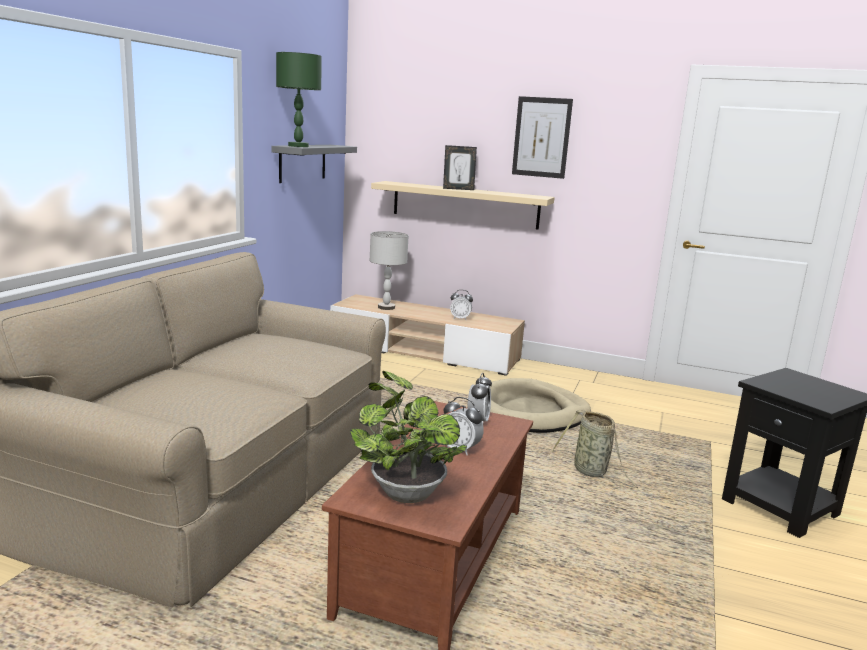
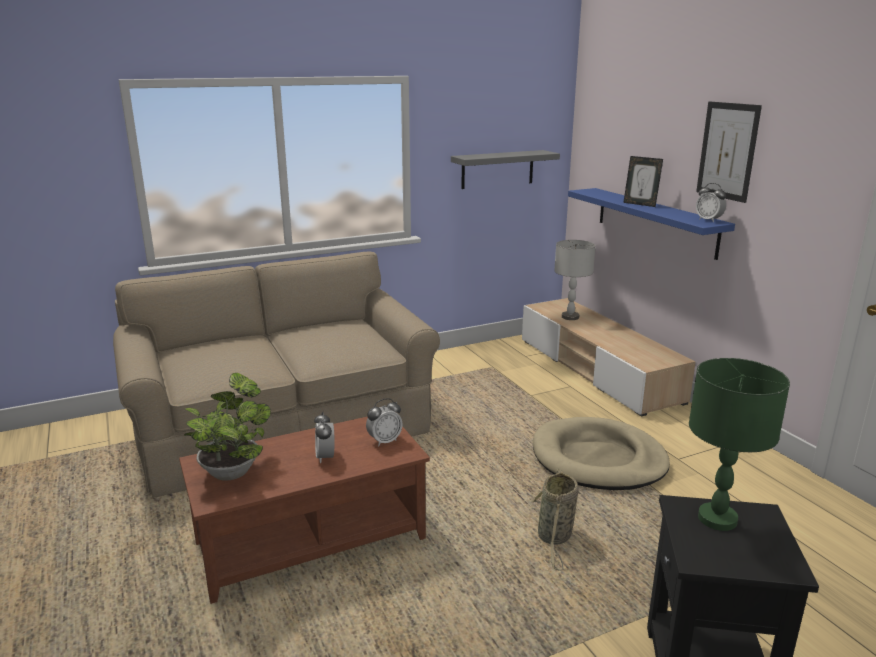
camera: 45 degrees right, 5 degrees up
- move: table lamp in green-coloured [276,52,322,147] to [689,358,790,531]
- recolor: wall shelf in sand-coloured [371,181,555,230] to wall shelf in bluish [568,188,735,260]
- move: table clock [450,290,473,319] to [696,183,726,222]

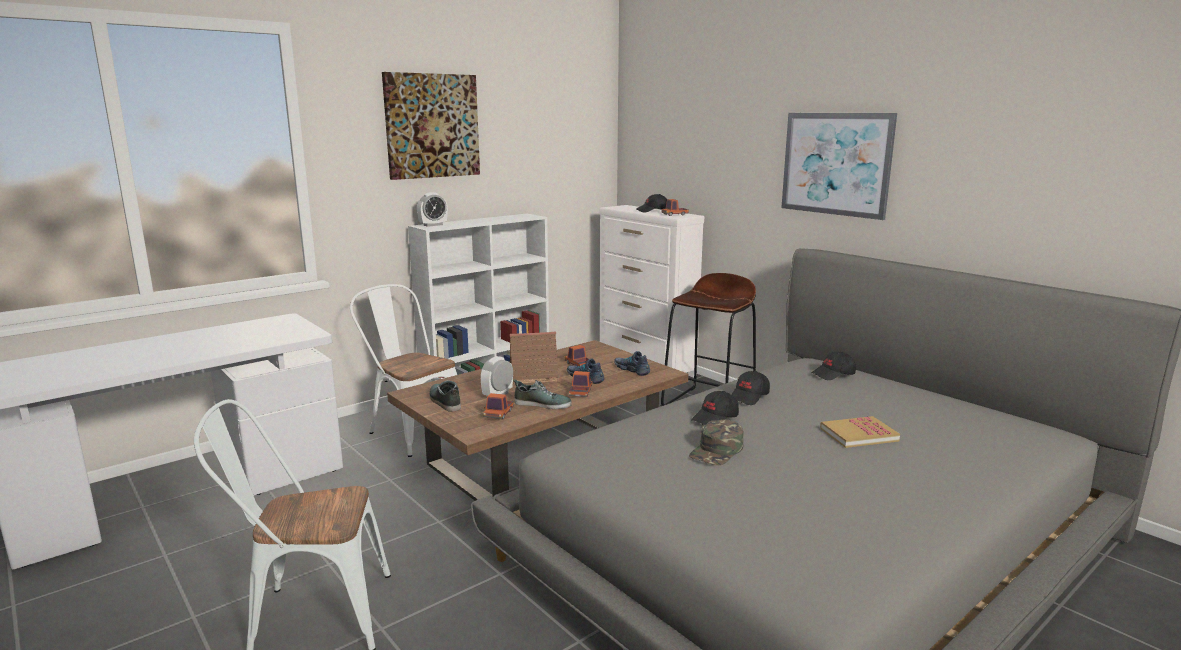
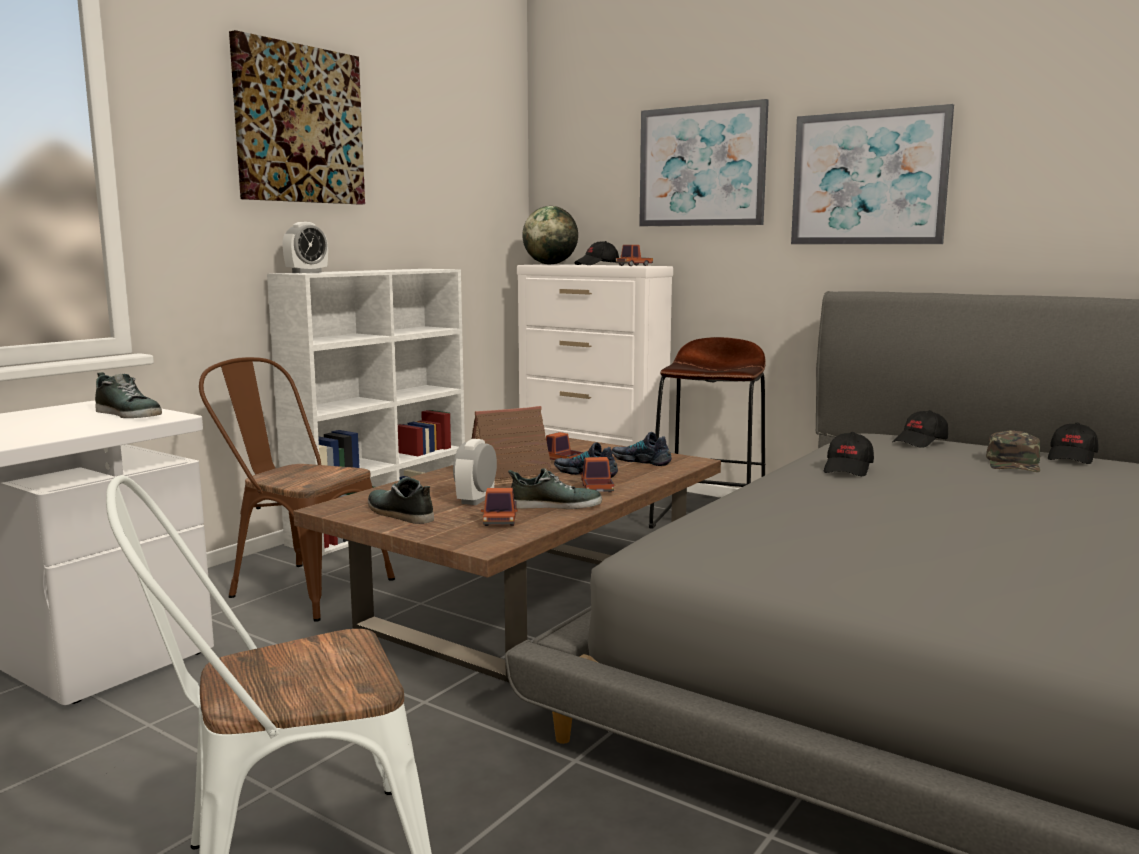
camera: 15 degrees left, 5 degrees down
- recolor: plain chair in white-coloured [350,284,457,457] to plain chair in brownish [199,357,395,622]
- move: baseball cap in green-coloured [689,419,744,465] to [986,430,1040,472]
- move: baseball cap in black [691,391,739,425] to [1048,423,1099,464]
- delete: bound book [820,416,900,448]
- insert: shoe [95,372,162,418]
- insert: globe [522,206,578,264]
- insert: wall art [639,99,769,226]

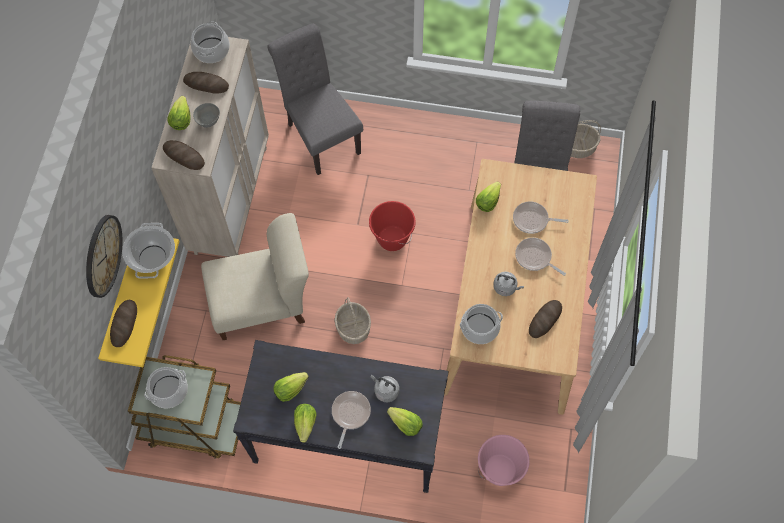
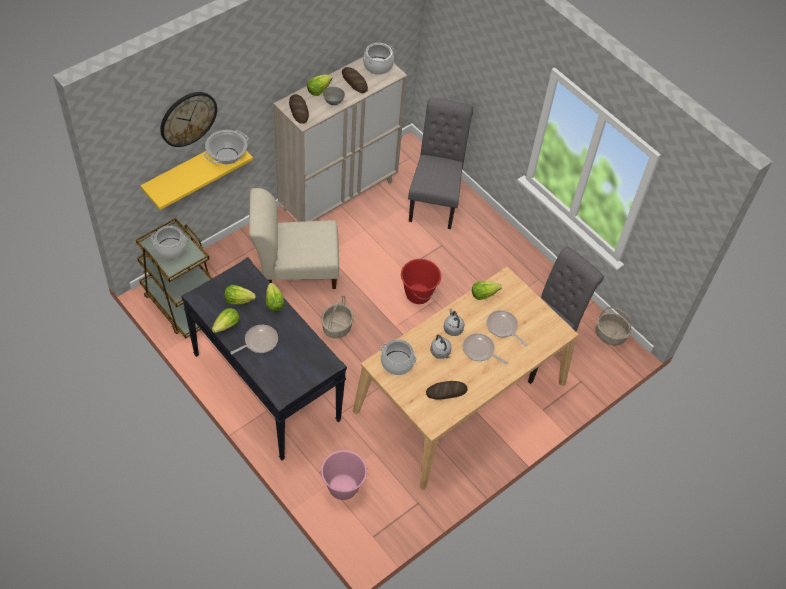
camera: 35 degrees right, 10 degrees down
- delete: bakery bread [110,300,137,347]
- rotate: plain chair in sand-coloured [201,213,309,340] = [249,188,339,289] 150 degrees clockwise
- move: tea kettle in gray [371,375,399,402] to [444,309,464,336]
- move: head of lettuce [387,407,423,436] to [266,283,285,311]
- rotate: pan [515,238,566,276] = [463,333,508,364] 45 degrees counterclockwise

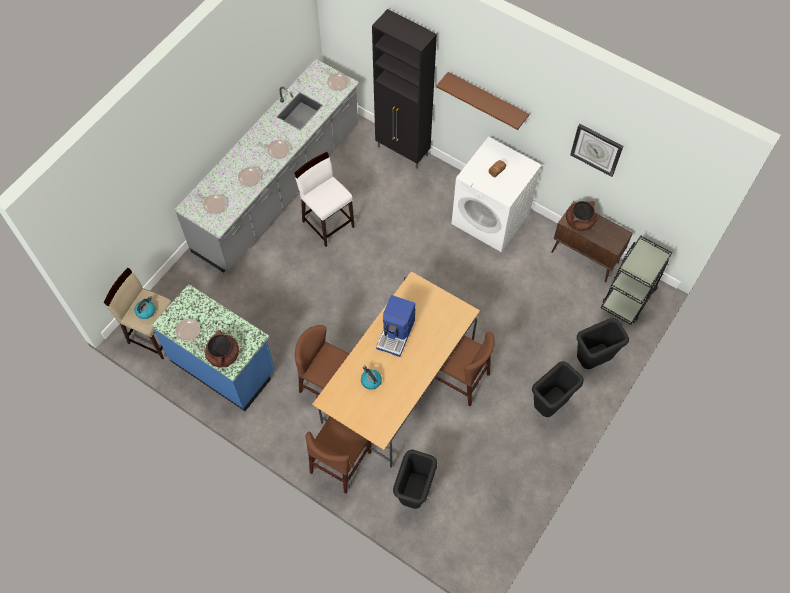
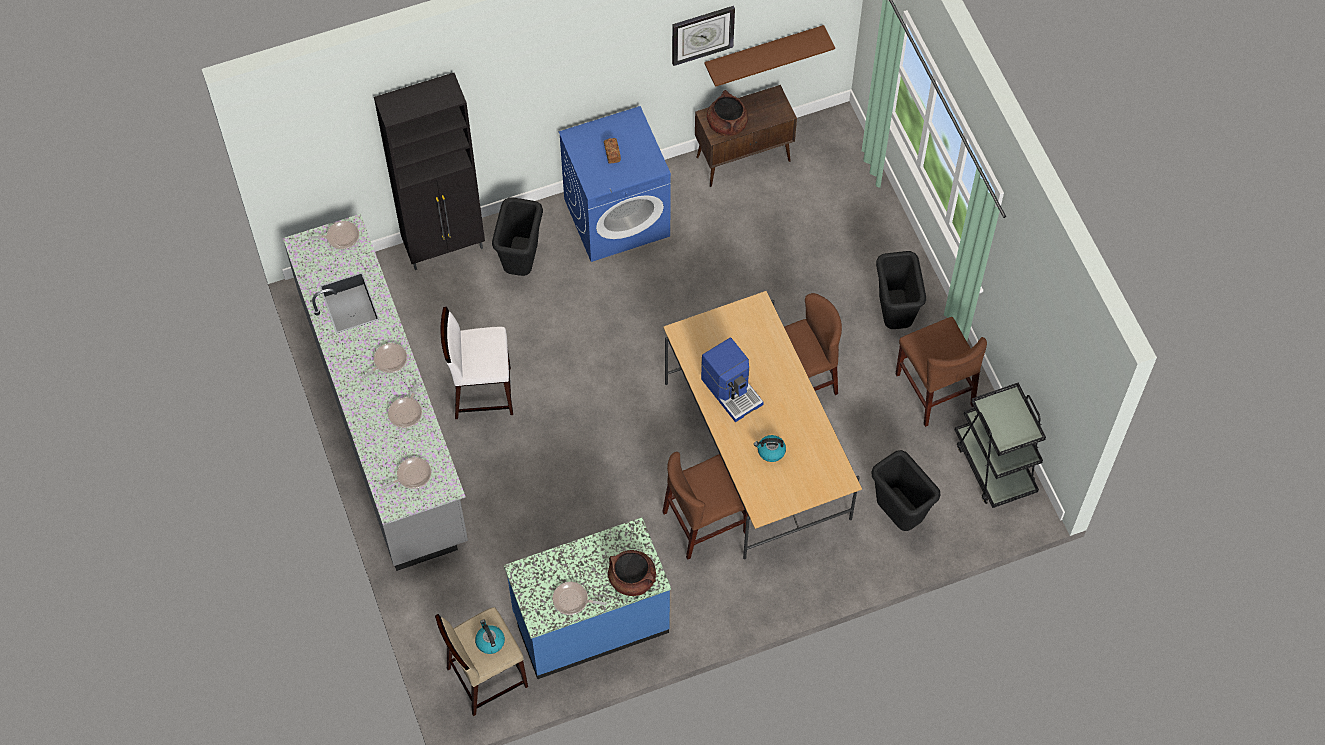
camera: 55 degrees left, 0 degrees up
- move: plain chair in brownish [306,416,371,494] to [896,317,987,427]
- move: wall shelf in brownish [436,72,529,130] to [704,25,835,87]
- recolor: laundry machine in white-coloured [452,137,541,252] to laundry machine in bluish [559,106,671,262]
- move: trash can in black [577,318,629,369] to [492,197,543,276]
- move: cart in black [601,235,673,325] to [955,383,1046,508]

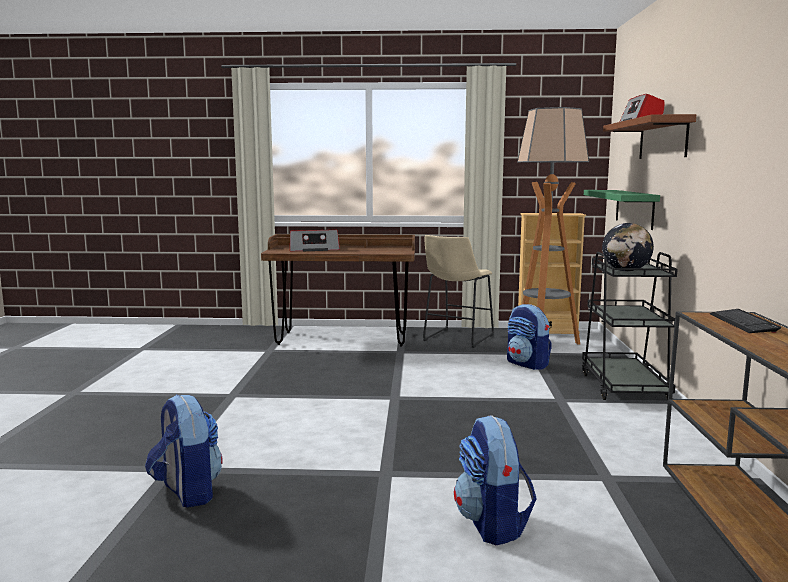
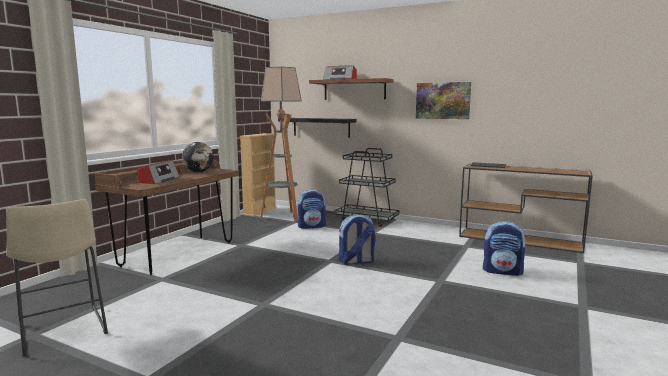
camera: 65 degrees left, 0 degrees up
- move: backpack [145,394,222,508] to [339,214,375,265]
- move: stool seat in sand-coloured [423,235,494,348] to [6,199,108,357]
- recolor: wall shelf in green-coloured [584,190,660,230] to wall shelf in black [278,118,357,138]
- move: globe [602,223,654,271] to [182,142,214,172]
- insert: wall art [416,82,471,119]

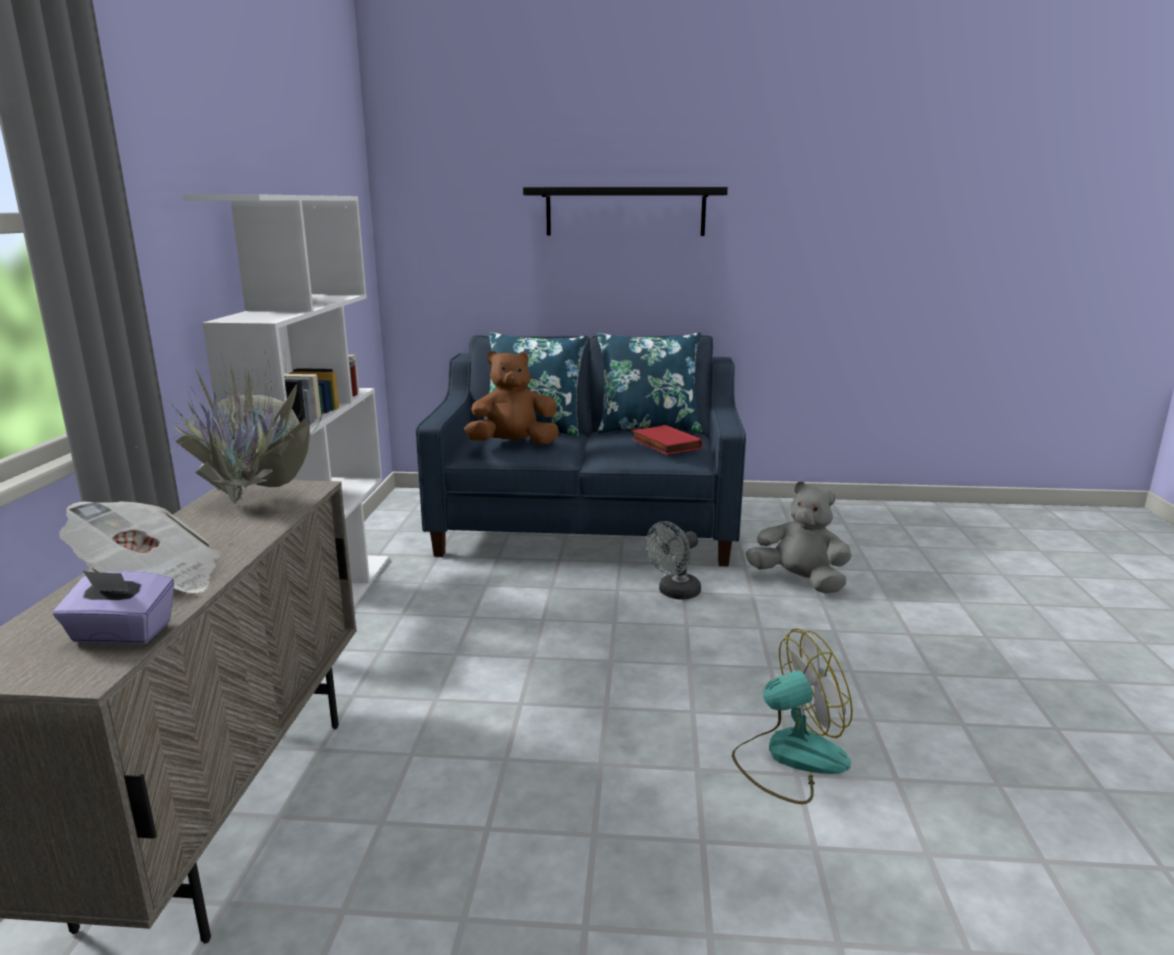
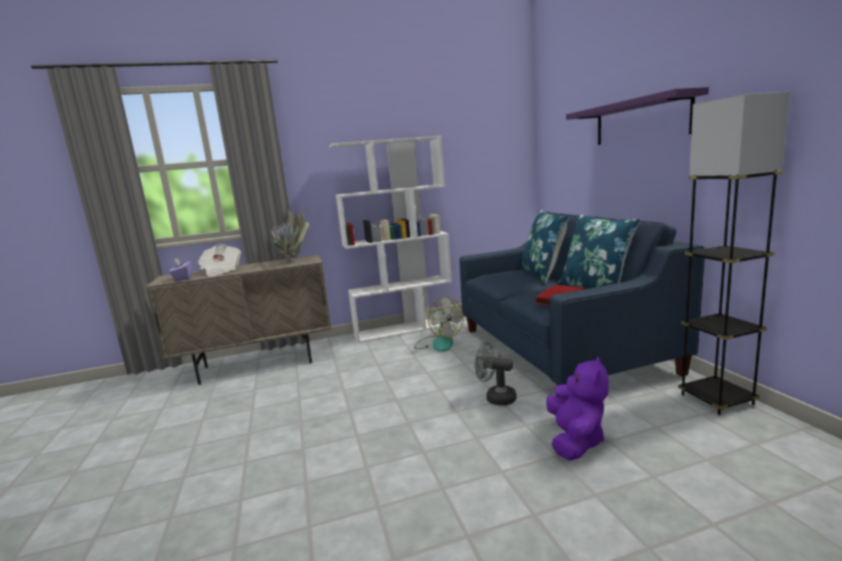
camera: 70 degrees right, 5 degrees down
- delete: cuddly toy in brownish [464,351,559,444]
- recolor: wall shelf in black [523,187,728,236] to wall shelf in purple [566,87,709,145]
- move: cooling fan [732,628,853,804] to [414,296,464,352]
- recolor: cuddly toy in gray [746,482,852,594] to cuddly toy in purple [546,356,609,461]
- insert: standing lamp in gray [678,92,790,415]

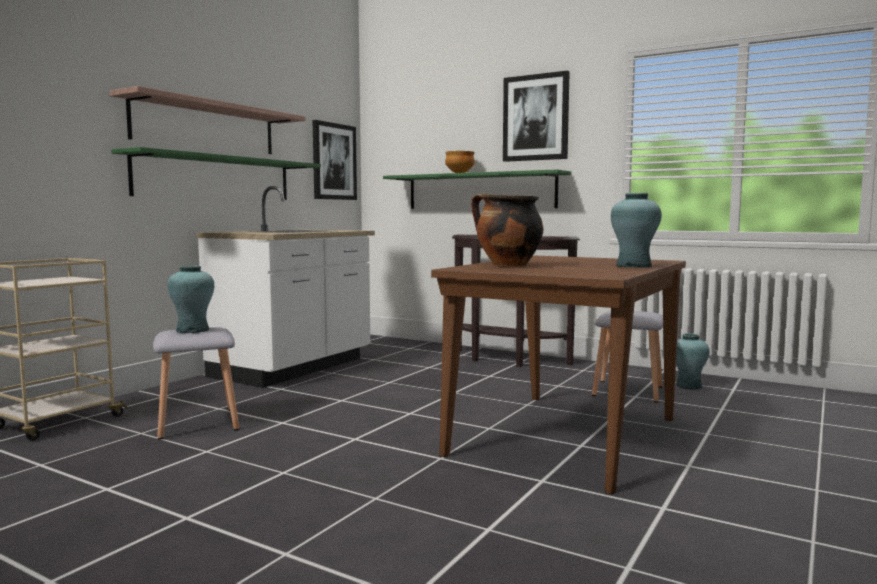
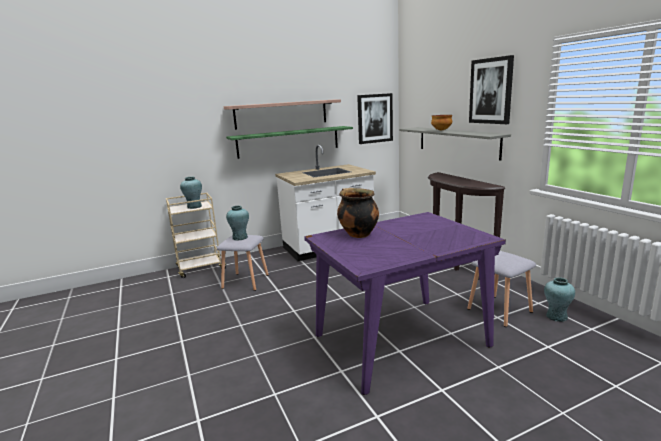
camera: 35 degrees right, 10 degrees up
- recolor: wall shelf in green-coloured [383,169,571,209] to wall shelf in gray [399,127,511,161]
- recolor: kitchen table in brownish [431,256,686,494] to kitchen table in purple [304,212,506,395]
- move: flower vase in blue-green [611,193,662,268] to [180,177,202,209]

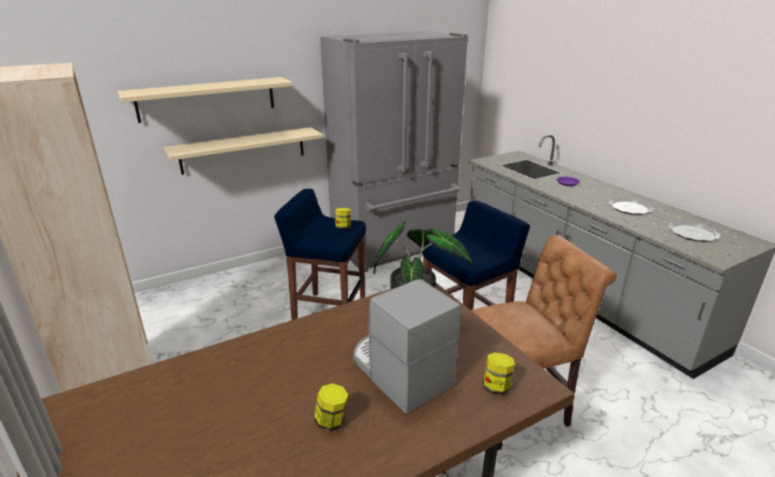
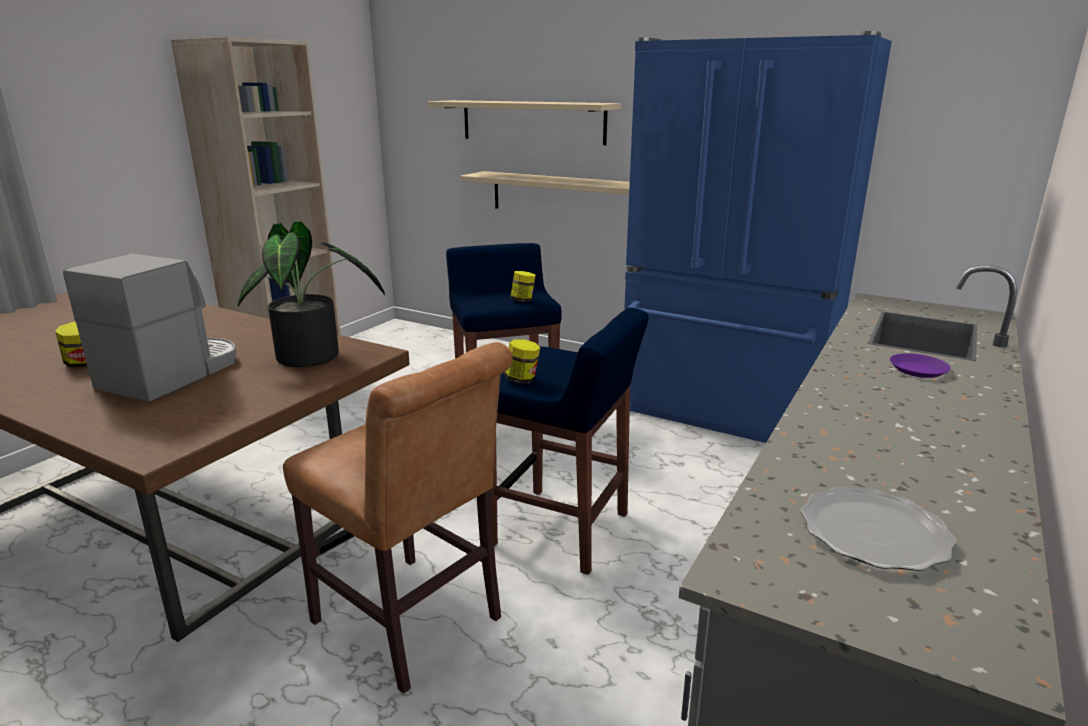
camera: 60 degrees right, 5 degrees down
- recolor: refrigerator in gray [320,31,468,272] to refrigerator in bluish [624,31,892,443]
- move: preserve jar [483,352,515,395] to [504,339,540,383]
- delete: dinner plate [608,198,654,215]

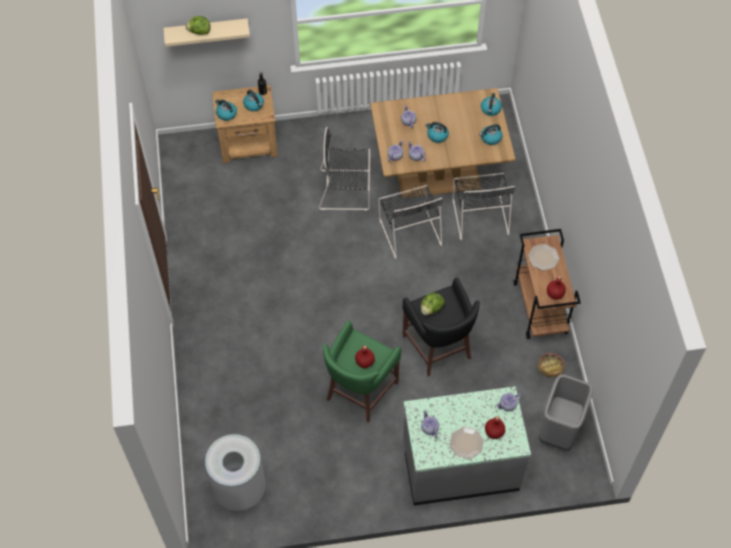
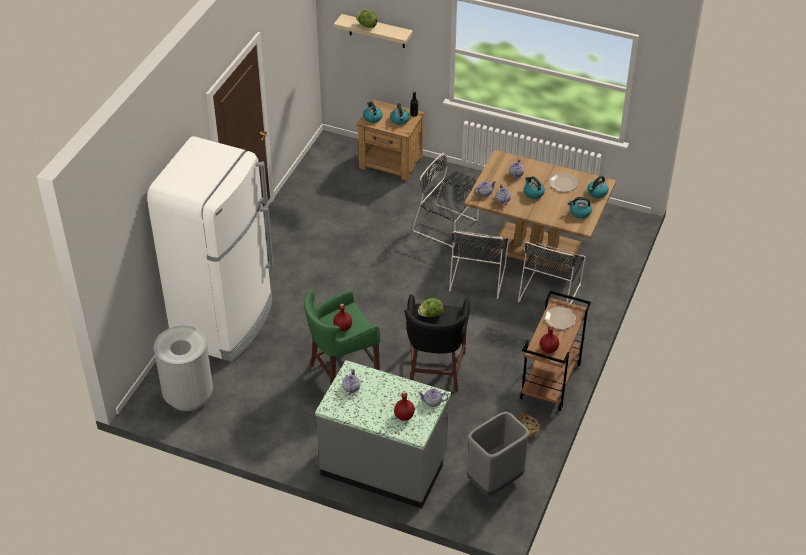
camera: 30 degrees right, 15 degrees down
- move: dinner plate [449,427,484,459] to [549,173,578,192]
- insert: refrigerator in white-coloured [147,136,274,362]

